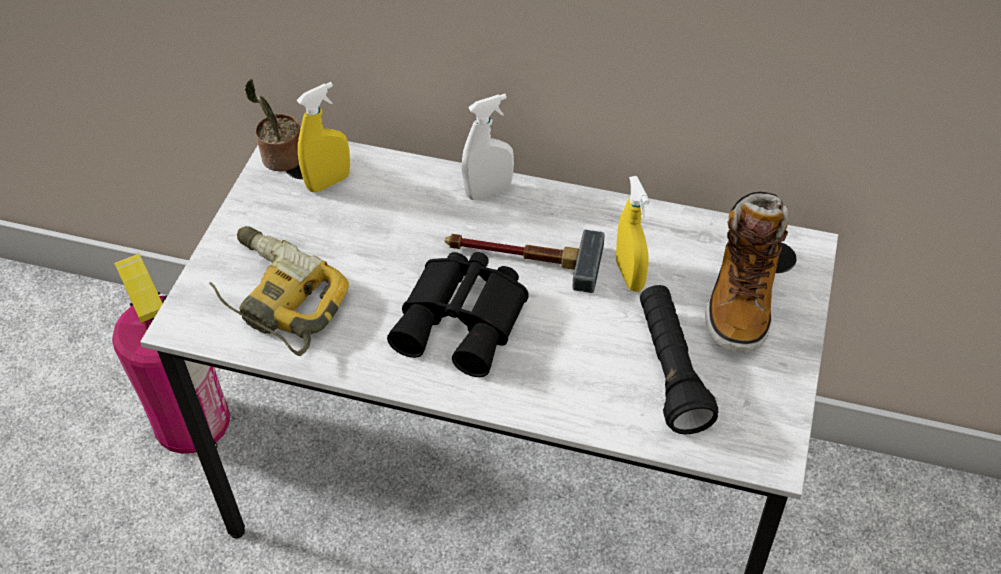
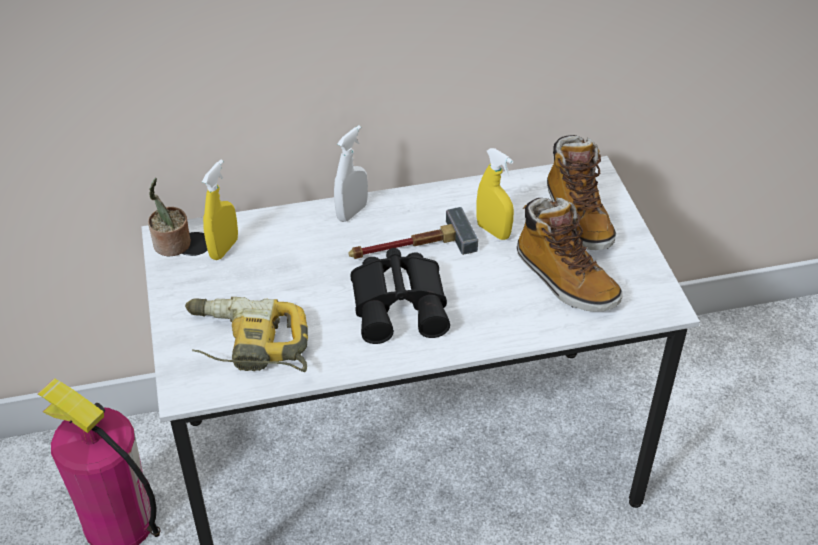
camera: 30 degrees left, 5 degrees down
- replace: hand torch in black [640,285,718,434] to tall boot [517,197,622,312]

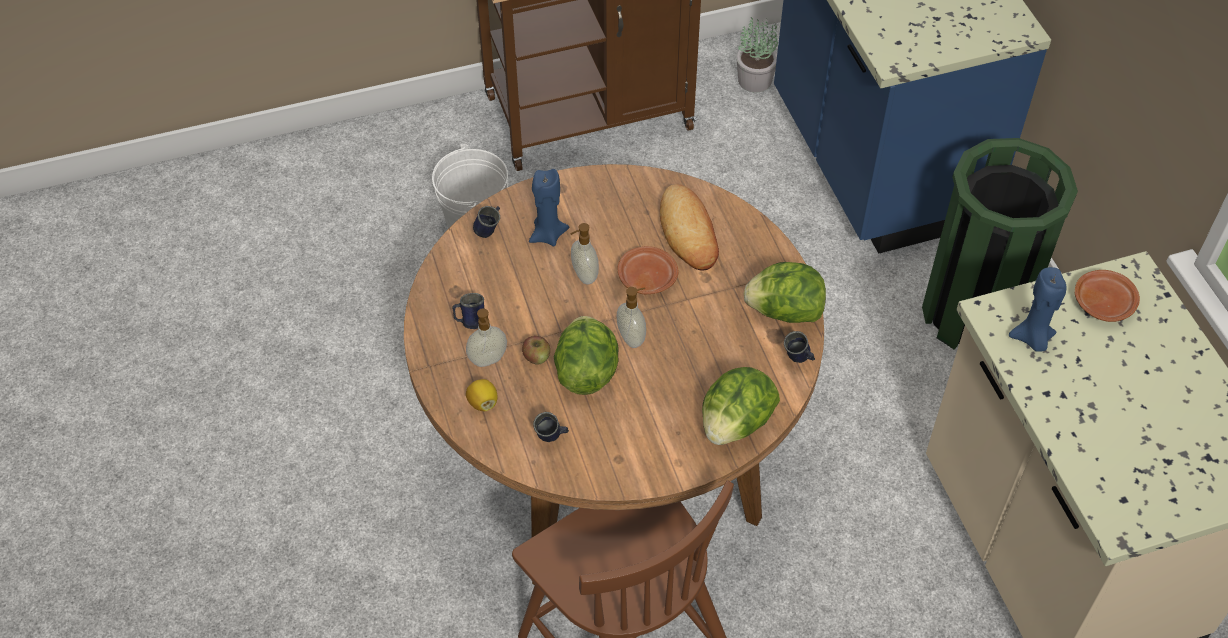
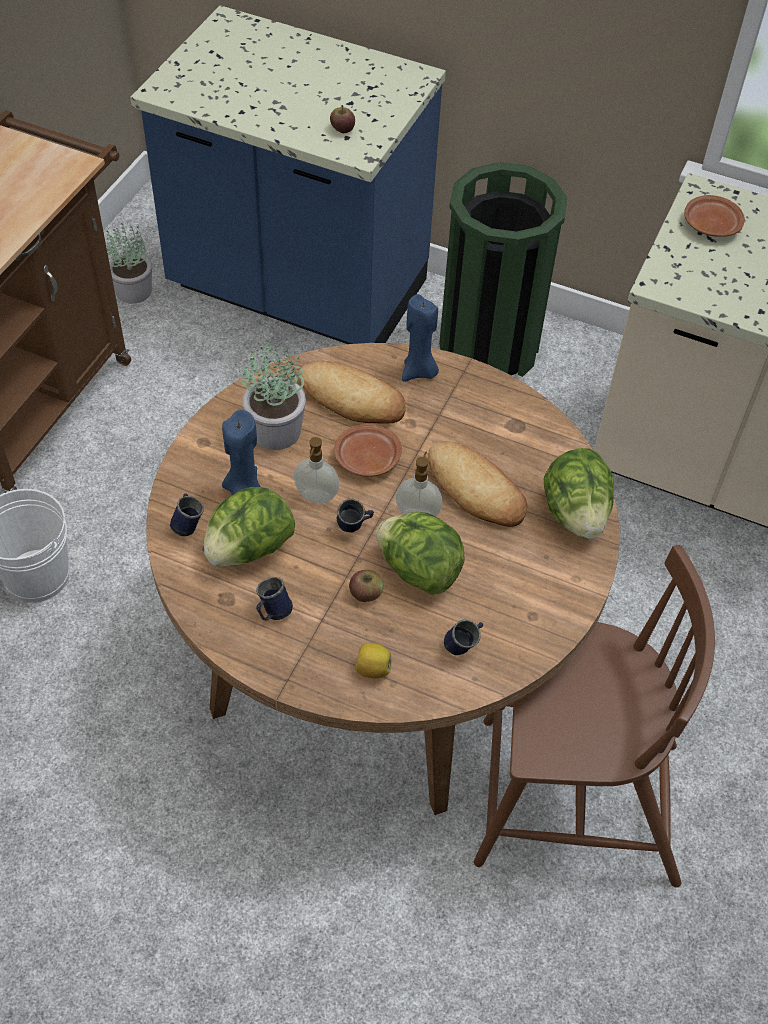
camera: 50 degrees left, 0 degrees up
- delete: soap bottle [466,308,507,367]
- move: head of lettuce [744,262,826,323] to [204,487,295,567]
- move: coffee mug in bluish [784,331,815,363] to [337,499,374,532]
- move: wax candle in bluish [1009,267,1066,352] to [402,294,439,382]
- insert: houseplant [241,340,306,450]
- insert: whole apple [330,105,355,133]
- insert: bakery bread [428,441,527,527]

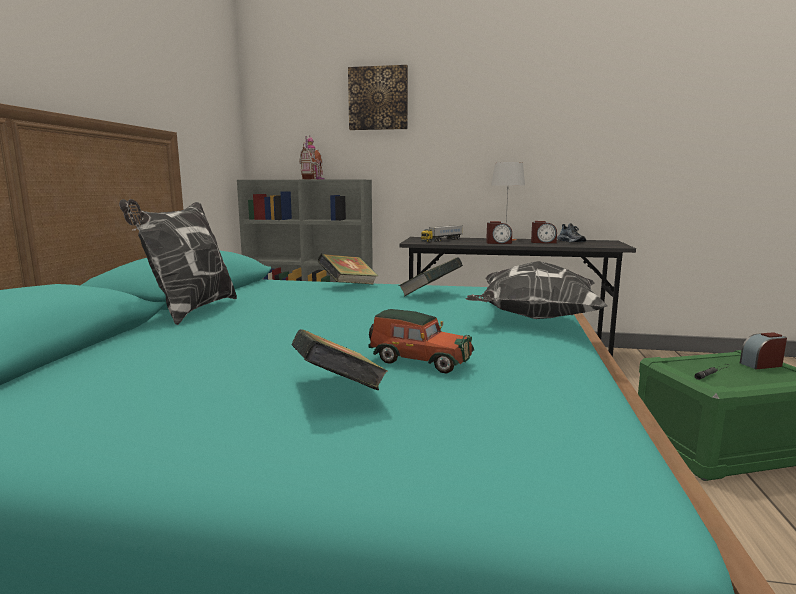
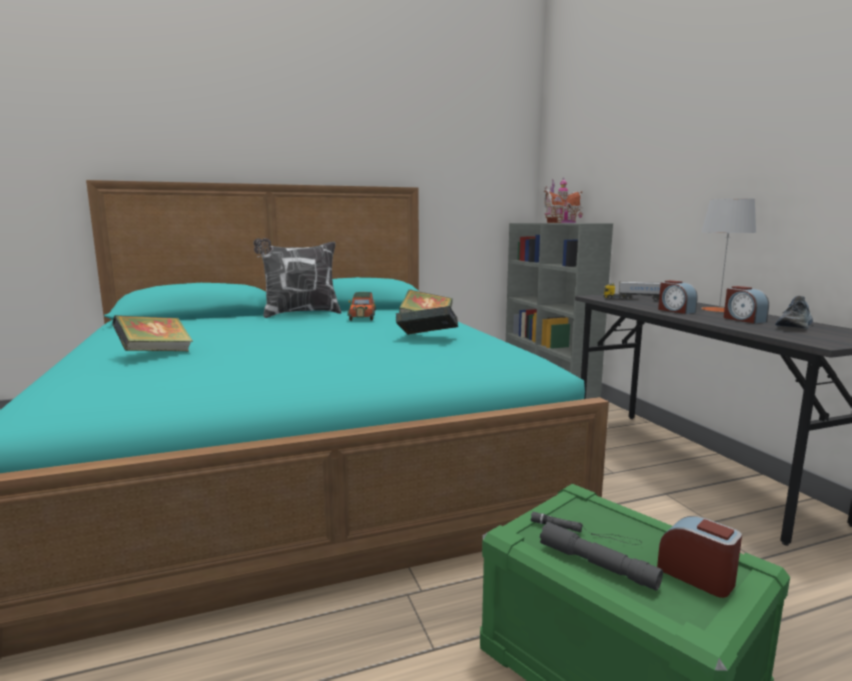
camera: 60 degrees right, 0 degrees up
- delete: wall art [348,65,408,130]
- move: model car [369,309,474,374] to [347,292,376,321]
- delete: cushion [465,261,608,319]
- insert: hand torch in gray [540,522,663,591]

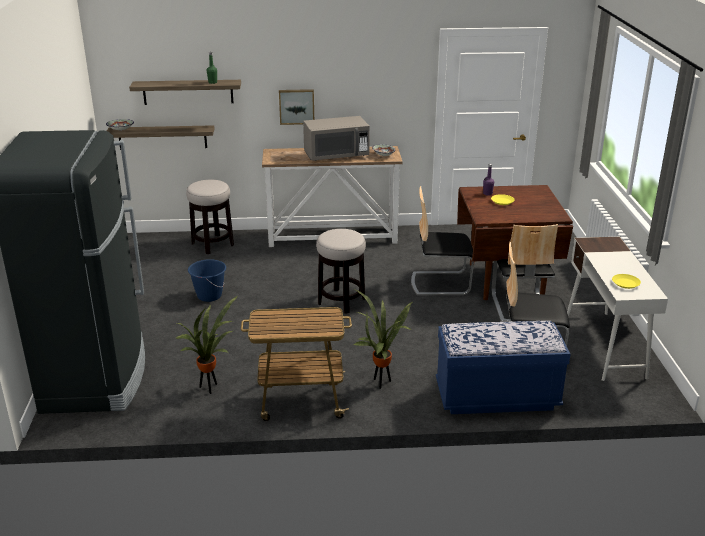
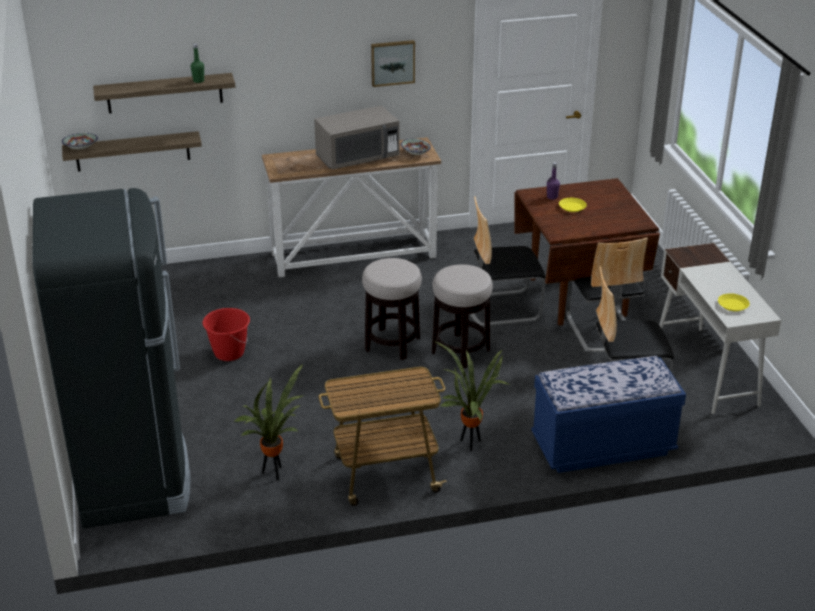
camera: 10 degrees left, 5 degrees up
- move: stool seat [186,180,234,254] to [432,264,493,368]
- recolor: pail in bluish [188,259,226,302] to pail in red [203,308,250,361]
- move: wall art [279,89,314,125] to [371,40,415,87]

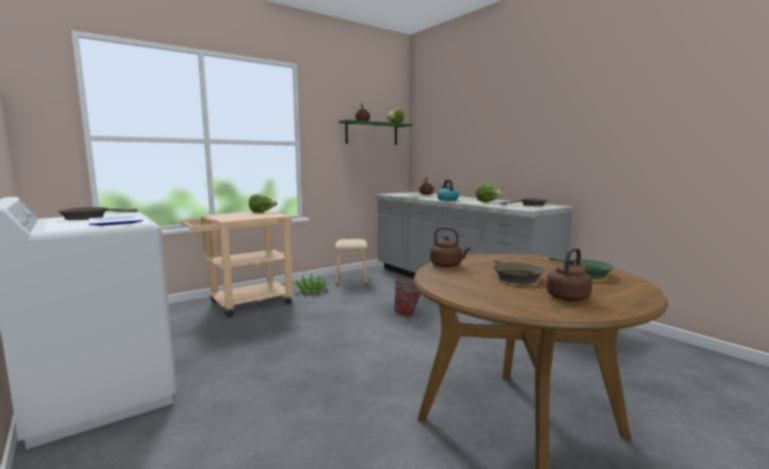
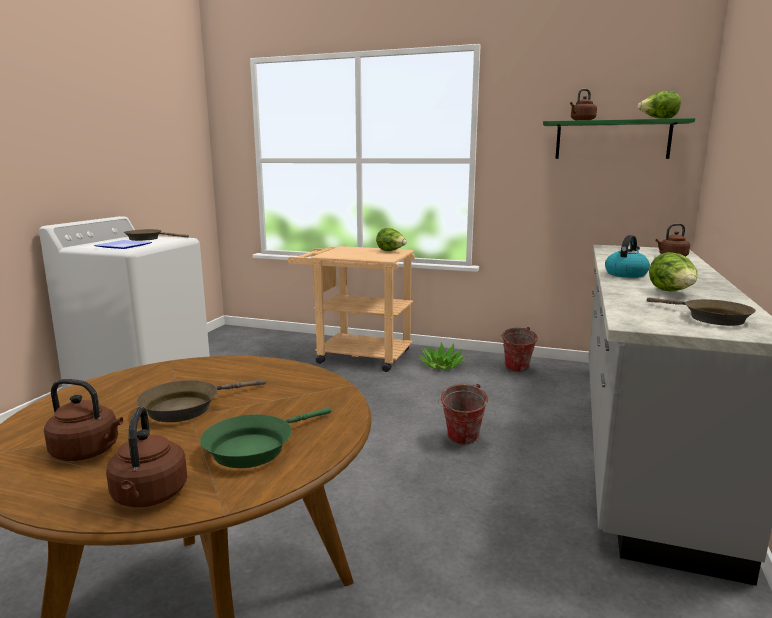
camera: 55 degrees right, 5 degrees up
- replace: stool seat in sand-coloured [335,239,368,285] to pail [500,327,538,372]
- move: tea kettle in brownish [430,227,470,267] to [106,406,187,507]

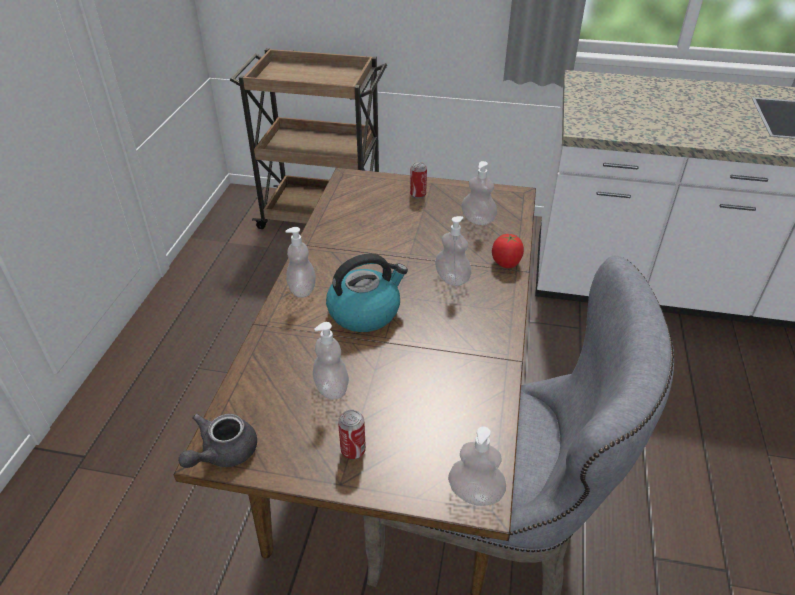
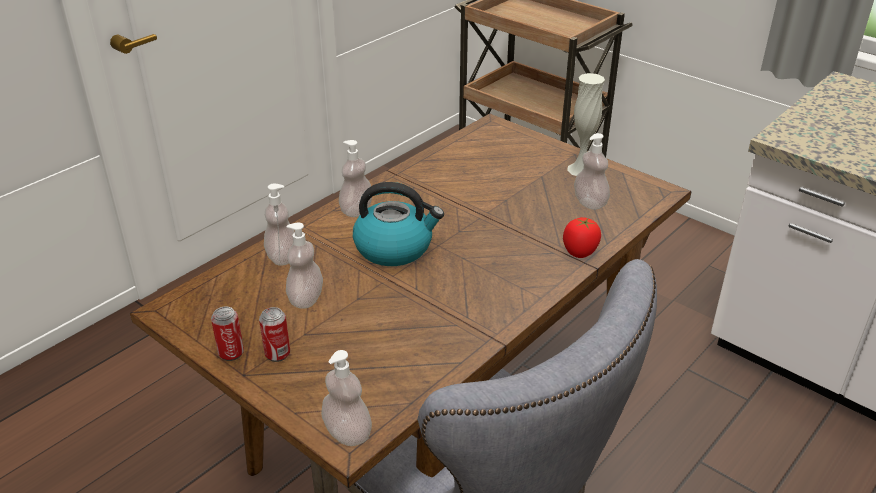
camera: 30 degrees right, 5 degrees down
- delete: pot for tea in gray [178,414,257,468]
- move: metal can [410,162,427,199] to [211,307,244,361]
- move: soap bottle [435,216,471,286] to [264,183,295,266]
- insert: flower vase in white-coloured [567,73,605,176]

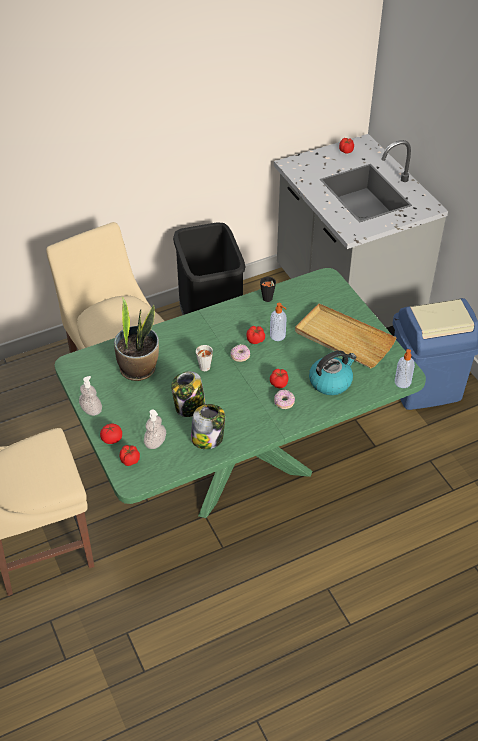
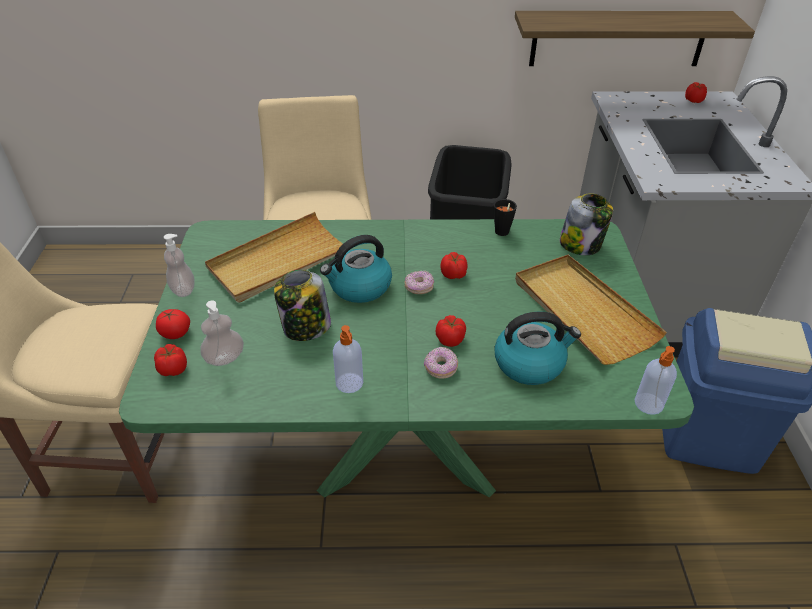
camera: 25 degrees right, 5 degrees down
- replace: houseplant [114,297,159,381] to serving tray in sand-coloured [205,212,343,303]
- move: preserve jar [191,404,225,449] to [560,193,613,255]
- replace: small cup in gray [196,345,213,371] to tea kettle [320,235,392,303]
- move: soap bottle [270,303,287,341] to [333,325,363,393]
- insert: wall shelf [515,11,755,66]

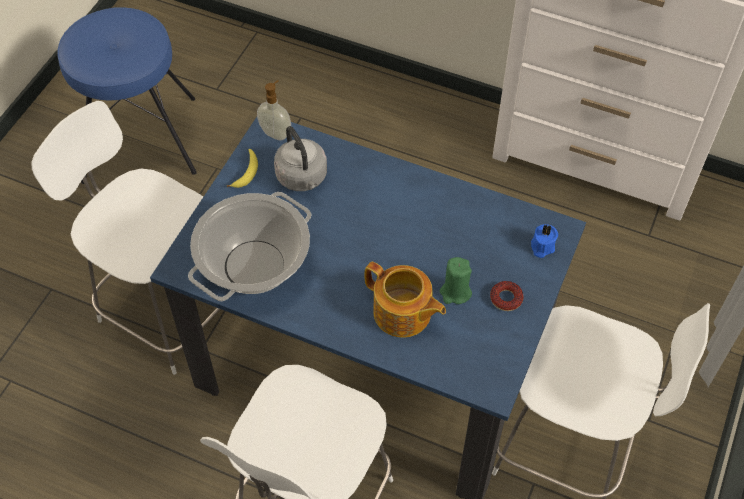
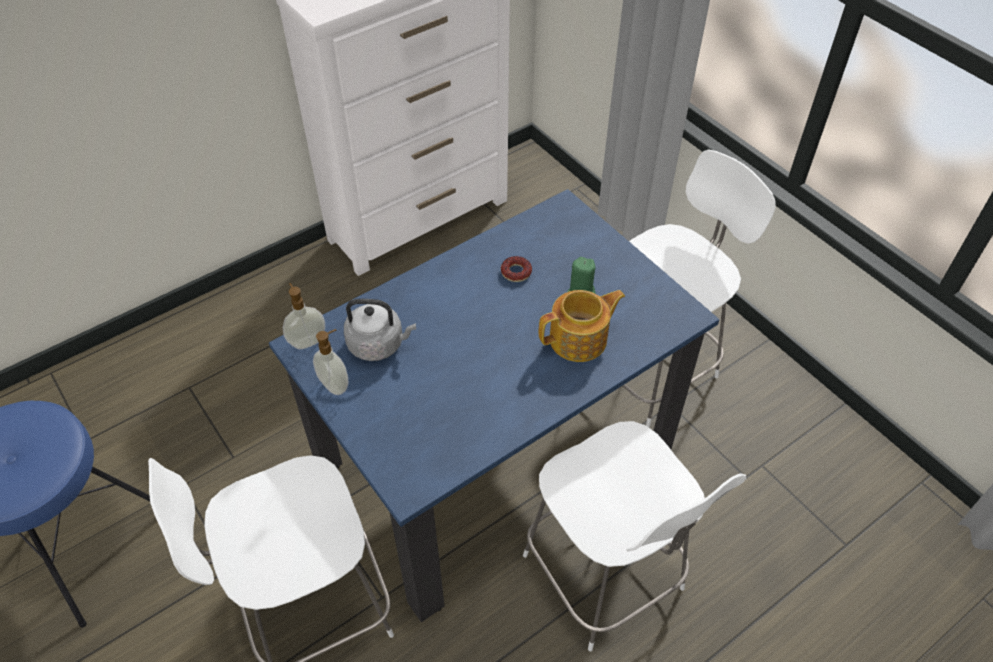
camera: 60 degrees left, 5 degrees down
- delete: stockpot [188,192,311,301]
- replace: banana [227,149,258,188] to soap bottle [313,329,348,395]
- move: doughnut [490,281,524,311] to [501,256,532,282]
- delete: wax candle in bluish [531,224,558,258]

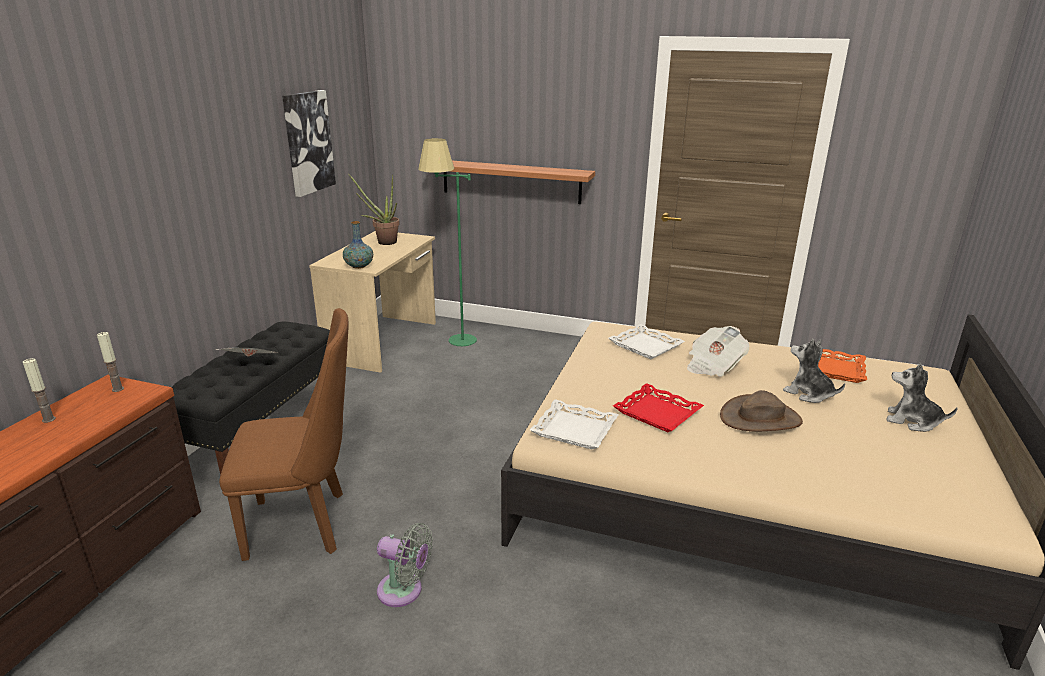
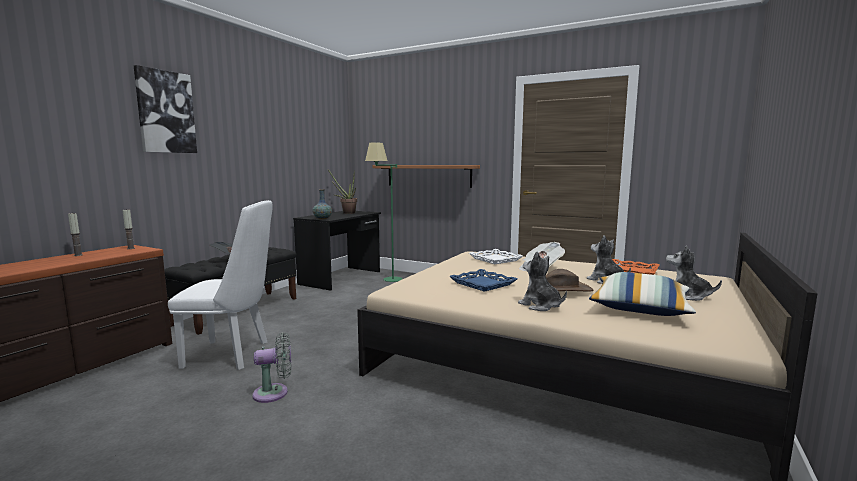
camera: 10 degrees right, 15 degrees down
- recolor: plain chair in brownish [219,308,349,561] to plain chair in white-coloured [168,200,273,370]
- move: wall art [282,90,336,197] to [134,65,197,153]
- recolor: desk in sand-coloured [309,231,436,373] to desk in black [293,211,381,291]
- rotate: cooling fan in gray [377,523,433,607] = [252,332,291,403] 45 degrees counterclockwise
- delete: serving tray in white-coloured [530,399,619,449]
- recolor: serving tray in red [613,383,704,432] to serving tray in bluish [449,269,517,292]
- insert: cuddly toy [518,251,567,311]
- insert: cushion [589,272,696,316]

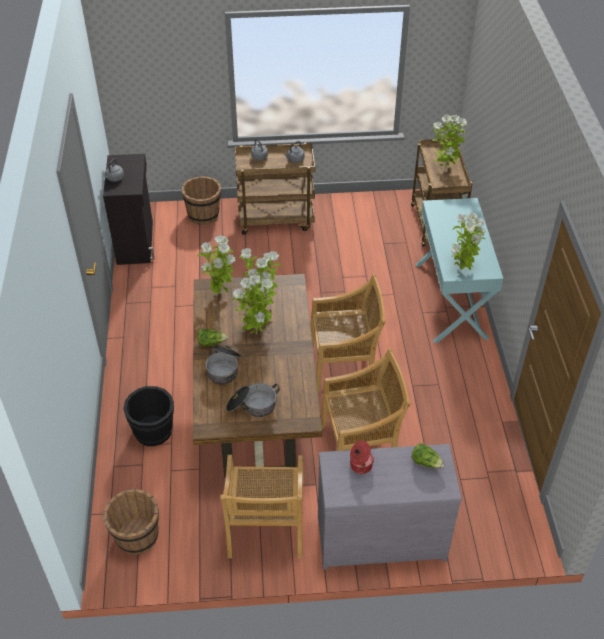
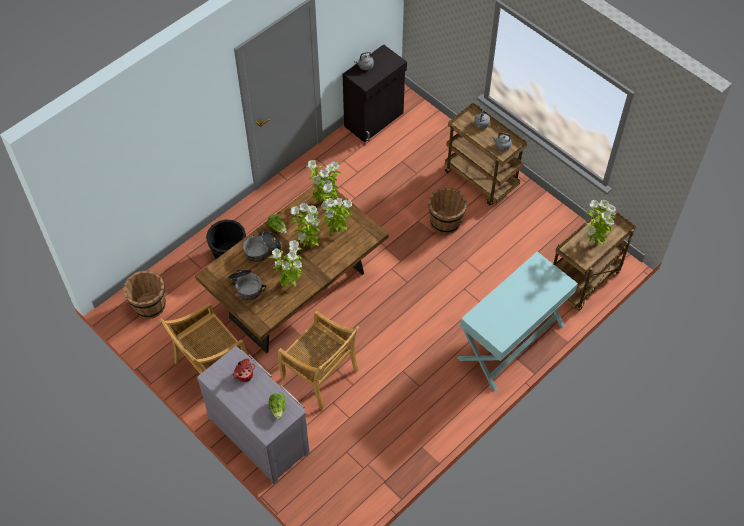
camera: 50 degrees right, 10 degrees up
- move: pail in brownish [181,176,221,225] to [428,188,467,234]
- delete: plain chair in sand-coloured [311,274,386,393]
- move: houseplant [451,212,486,270] to [269,240,302,287]

